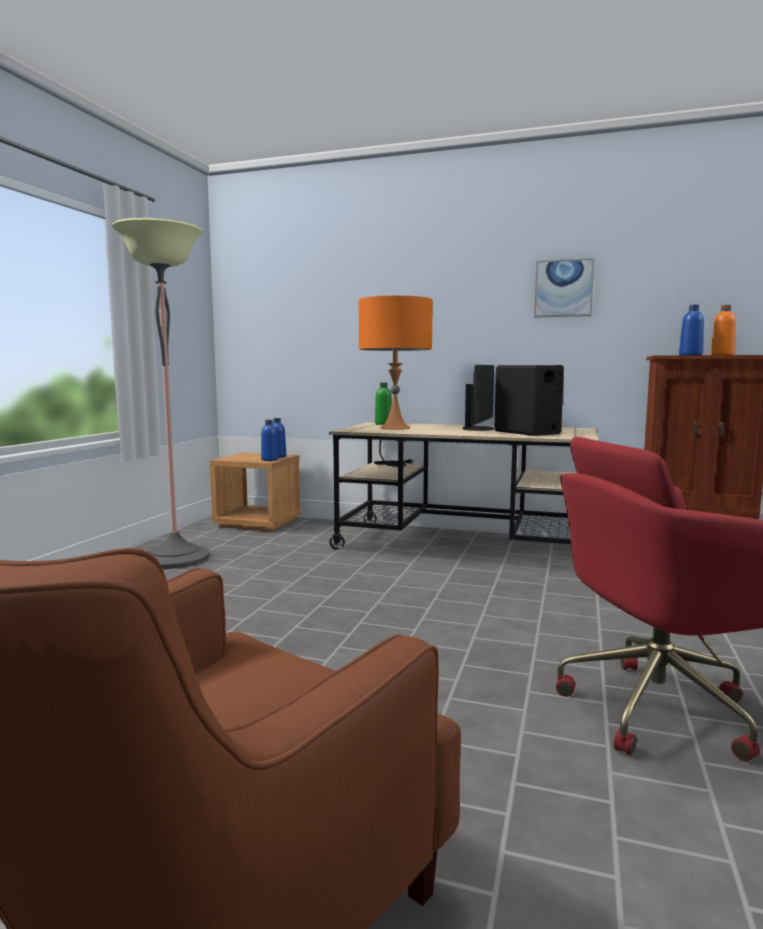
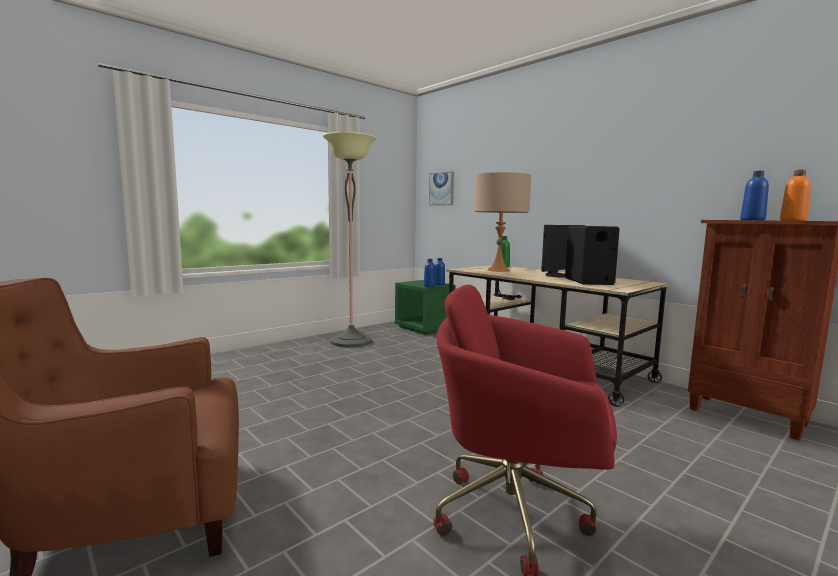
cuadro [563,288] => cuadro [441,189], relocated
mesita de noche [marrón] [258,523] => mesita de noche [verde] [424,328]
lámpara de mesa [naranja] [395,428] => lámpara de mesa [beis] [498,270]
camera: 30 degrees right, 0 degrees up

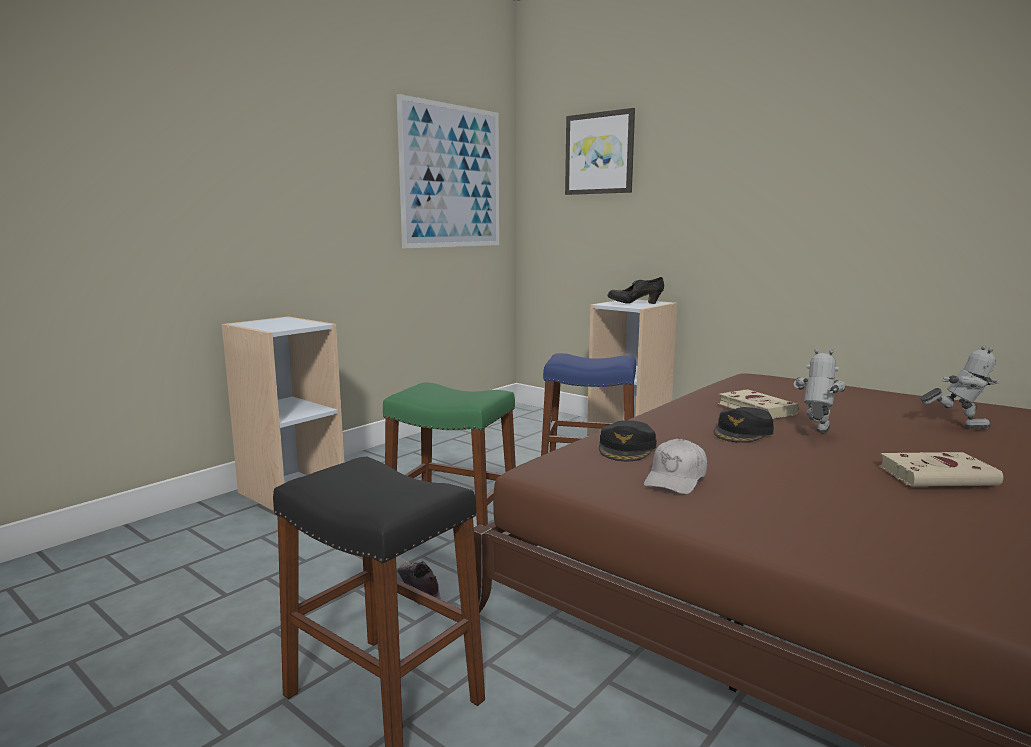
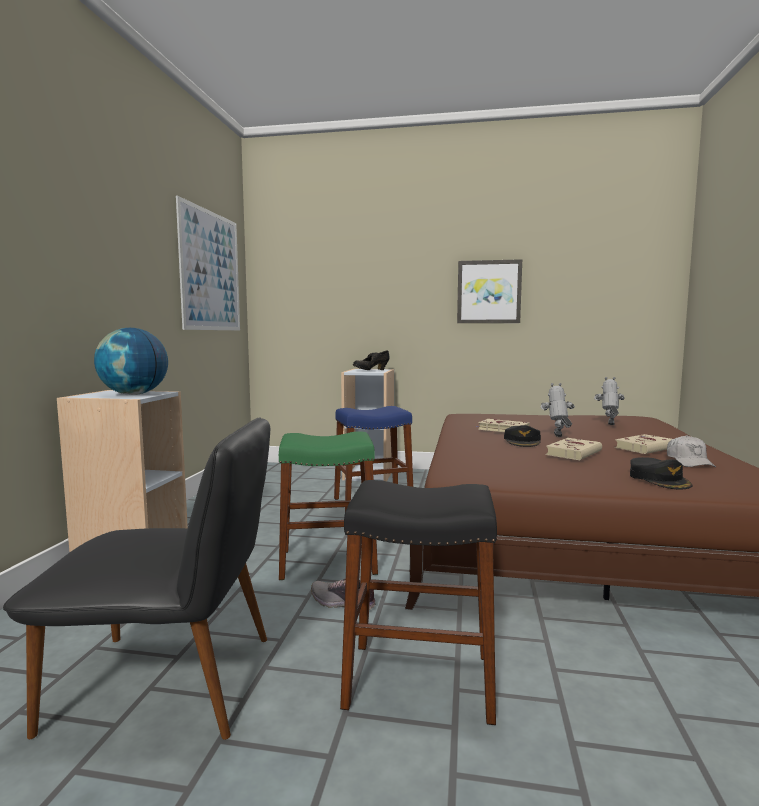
nothing => silla [negro] [164,682]
nothing => globo terráqueo [134,394]
nothing => libro [beis] [574,453]
cuadro [599,153] => cuadro [489,292], relocated
gorra [negro] [627,448] => gorra [negro] [659,480], relocated
gorra [blanco] [676,479] => gorra [blanco] [689,462], relocated
robot de juguete [957,425] => robot de juguete [609,425], 60 degrees counterclockwise
camera: 30 degrees left, 5 degrees down

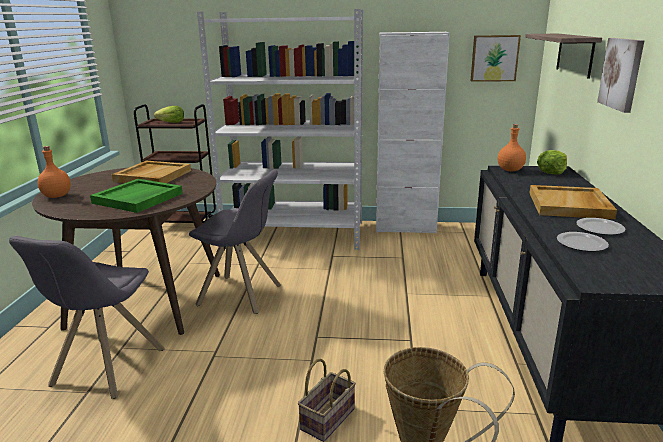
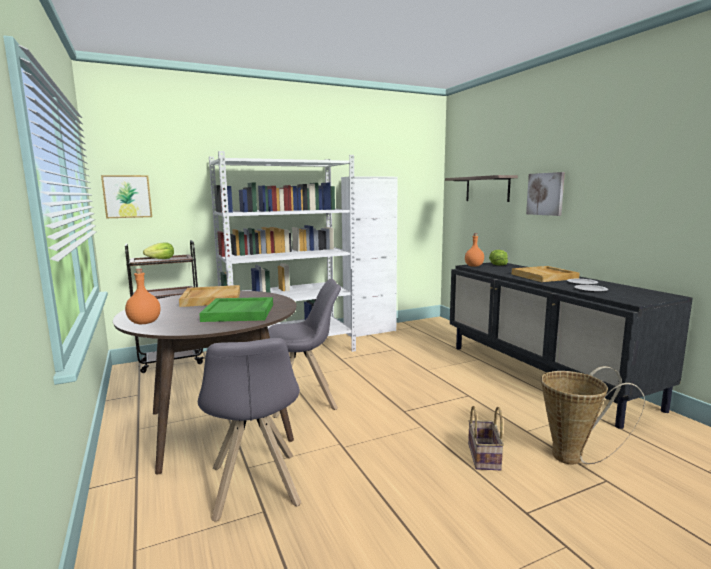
cuadro [494,58] => cuadro [127,196], relocated
camera: 30 degrees left, 10 degrees down

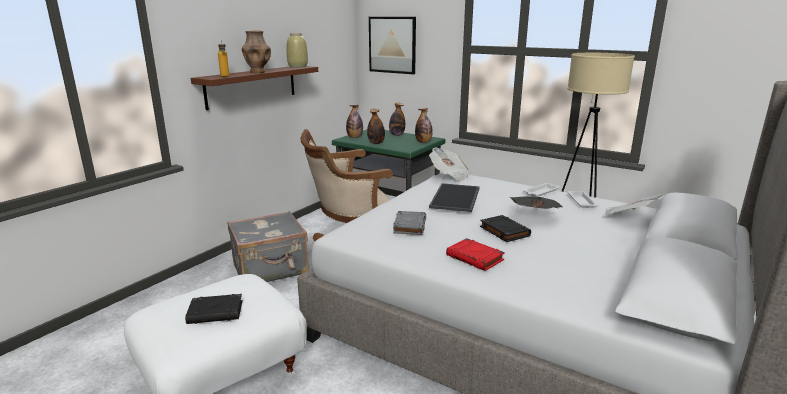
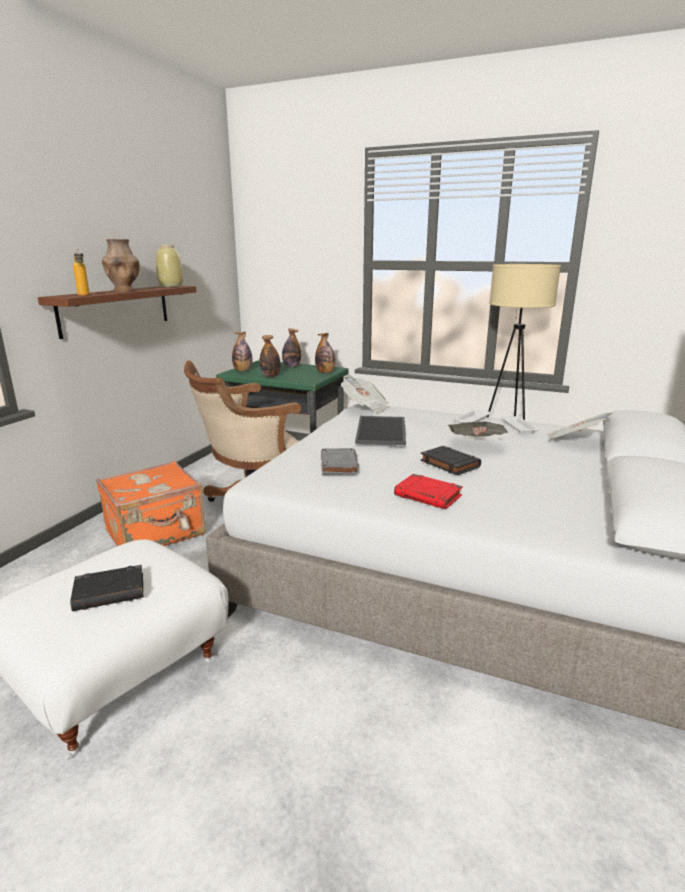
cuadro [392,45] => nothing
maleta [gris] [271,269] => maleta [naranja] [156,533]
camera: 10 degrees left, 0 degrees up

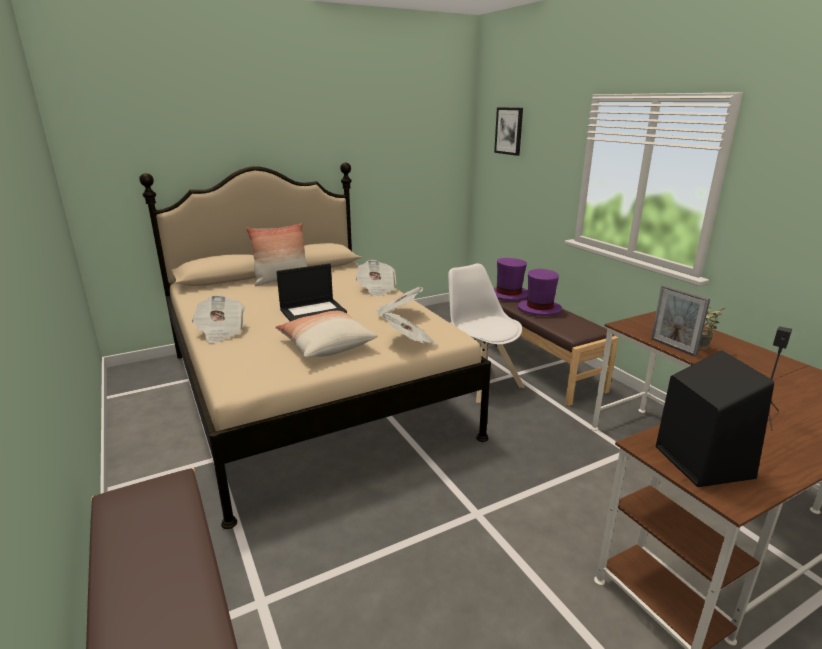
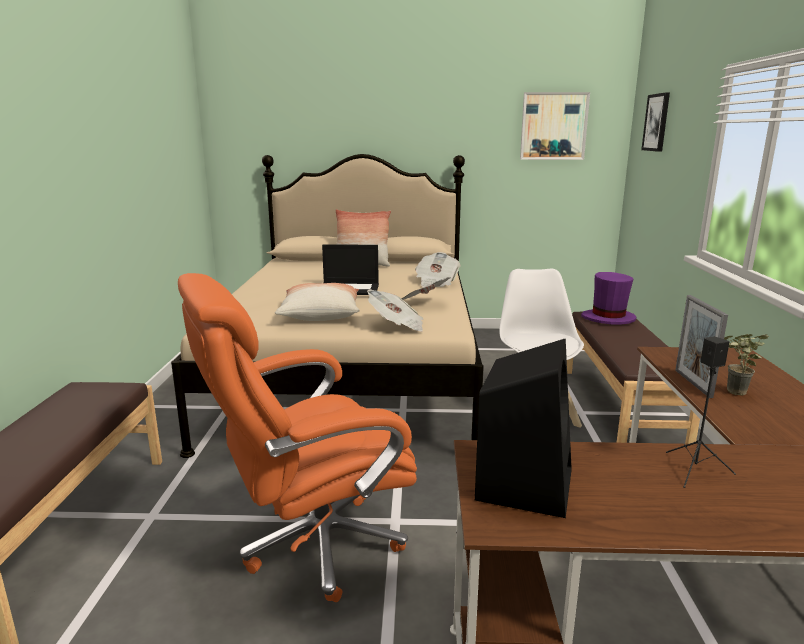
periódico [221,332] => nothing
sombrero [morado] [539,309] => nothing
nothing => silla de oficina [naranja] [313,548]
nothing => cuadro [553,126]
camera: 30 degrees right, 5 degrees down

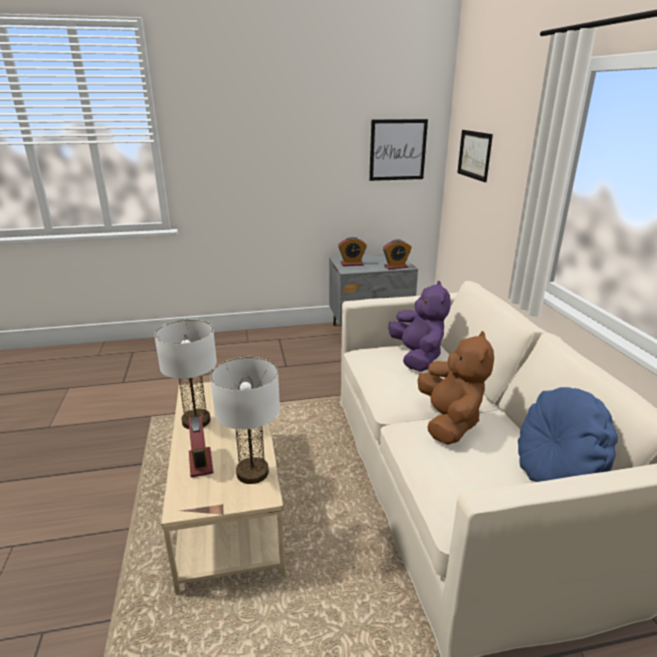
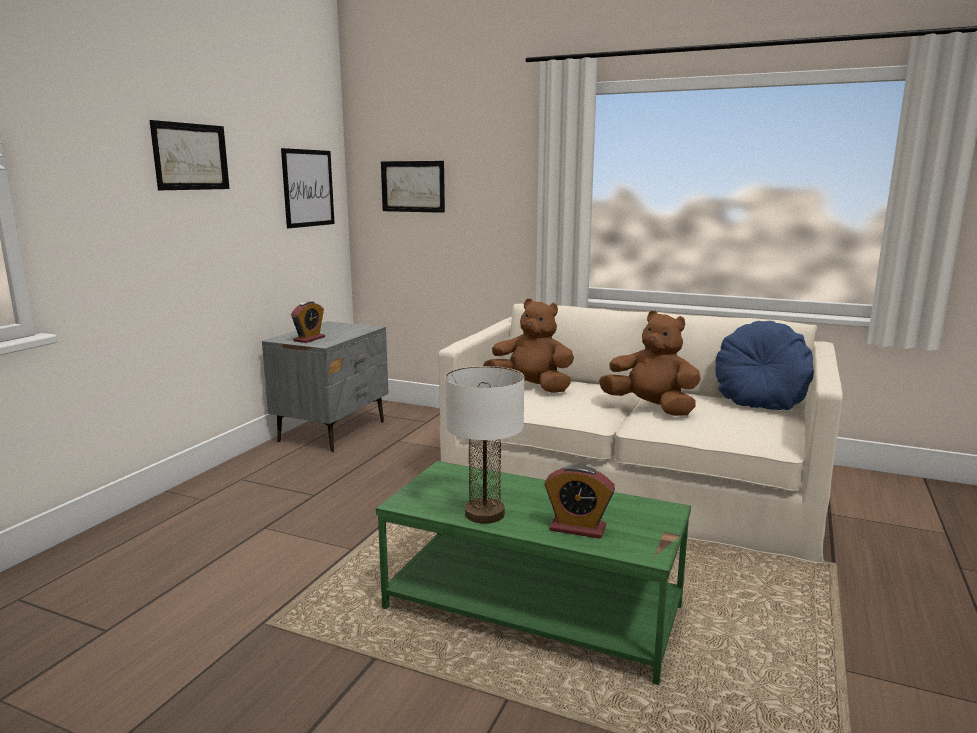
lámpara de mesa [252,472] => nothing
despertador [396,267] => nothing
nothing => cuadro [191,156]
mesa de centro [beis] [230,501] => mesa de centro [verde] [533,607]
peluche [morado] [417,357] => peluche [marrón] [531,387]
camera: 55 degrees left, 10 degrees down

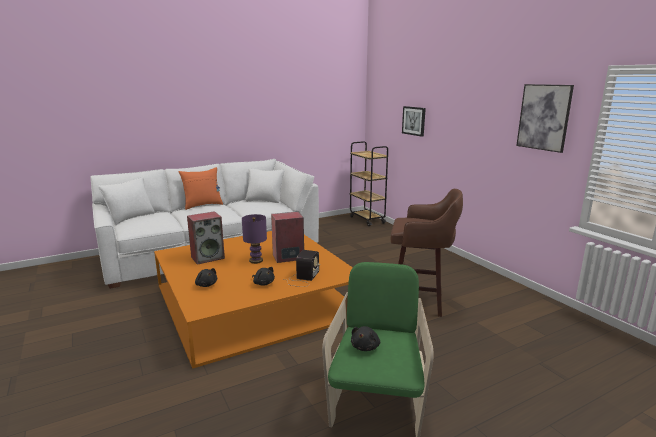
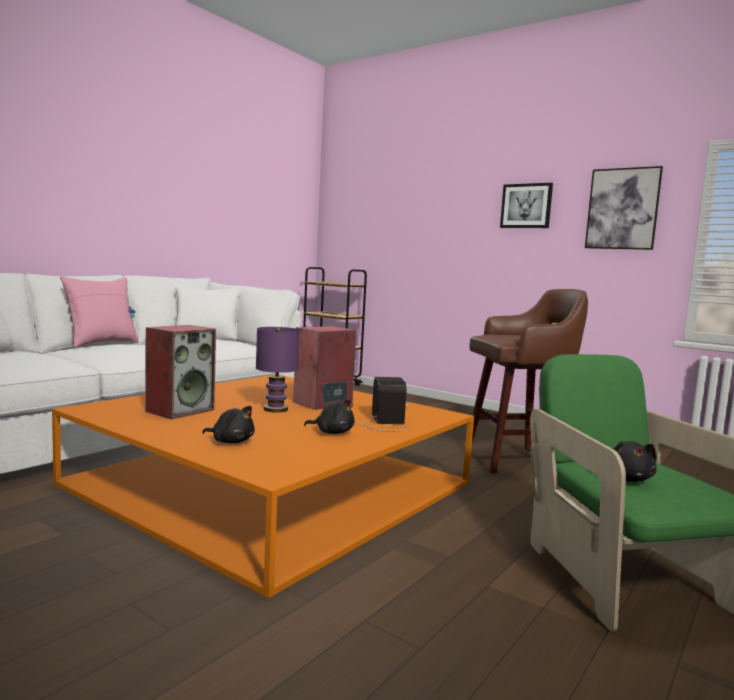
cuadro [414,121] => cuadro [526,206], relocated
cojín [naranja] [203,206] => cojín [rosa] [101,344]
camera: 25 degrees left, 10 degrees down

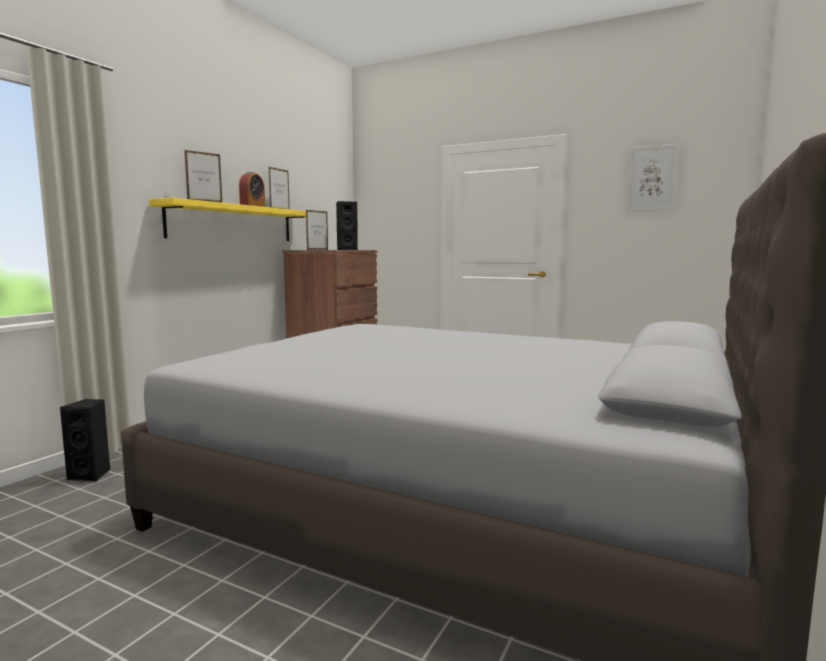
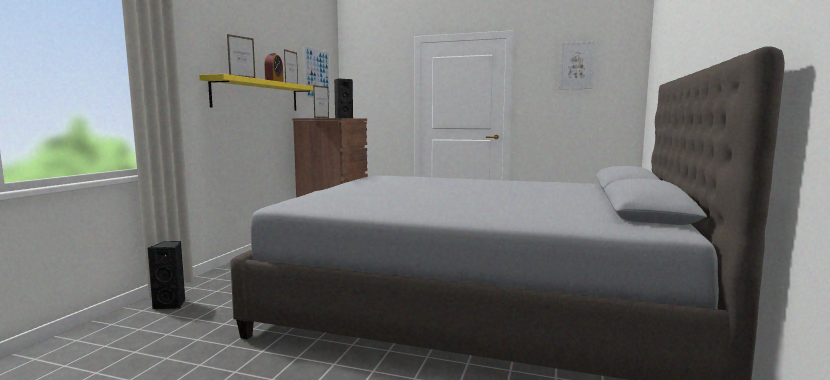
nothing => cuadro [317,74]
camera: 10 degrees left, 0 degrees up

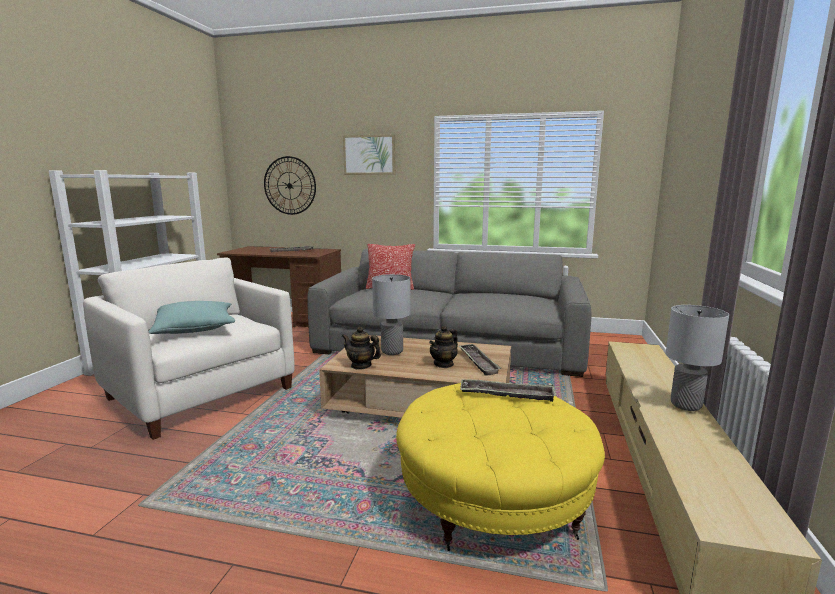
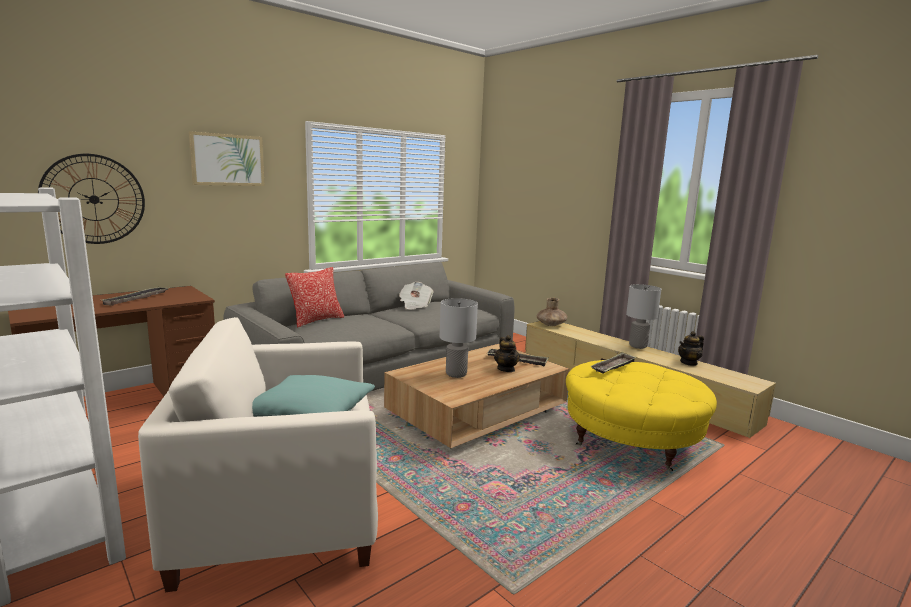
nothing => periódico [415,305]
nothing => florero [marrón] [551,325]
tetera [361,365] => tetera [689,363], relocated
camera: 55 degrees left, 0 degrees up

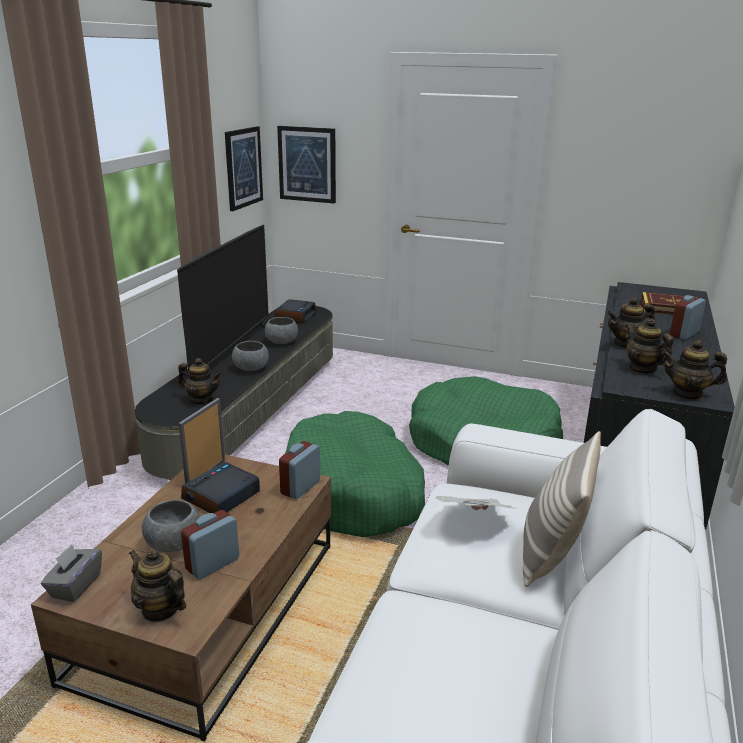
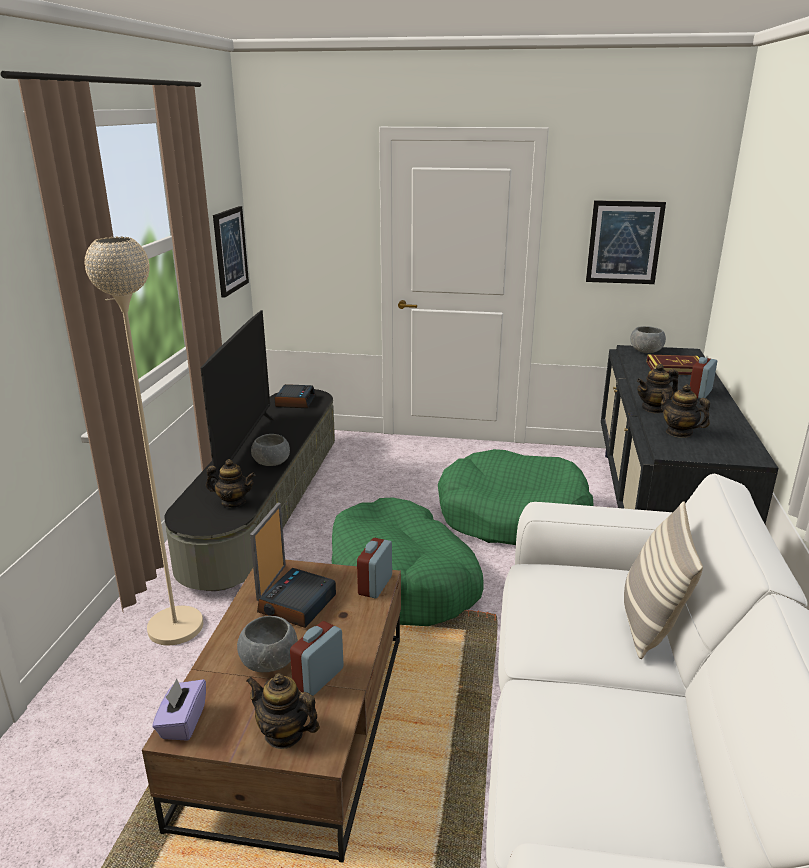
periódico [475,520] => nothing
tetera [687,394] => nothing
nothing => lámpara de pie [beis] [175,628]
cuenco [gris] [282,342] => cuenco [gris] [646,351], relocated
cuadro [307,164] => cuadro [624,242], relocated
caja de pañuelos [gris] [75,586] => caja de pañuelos [morado] [182,722]
camera: 10 degrees left, 0 degrees up

